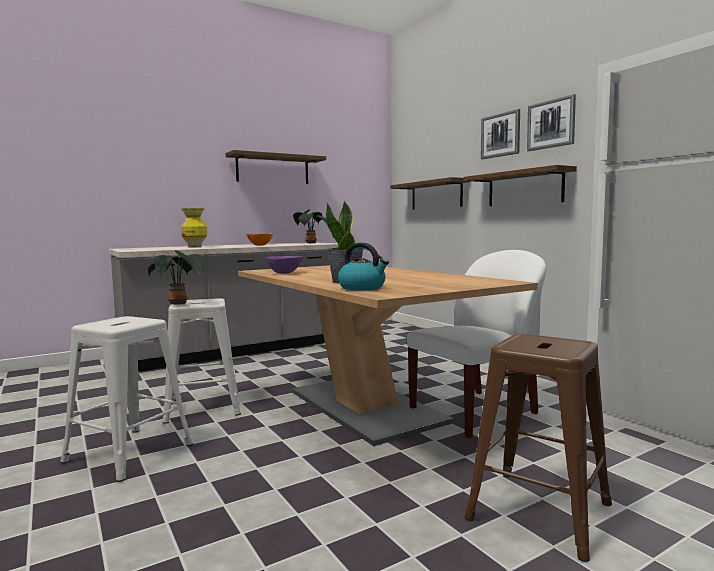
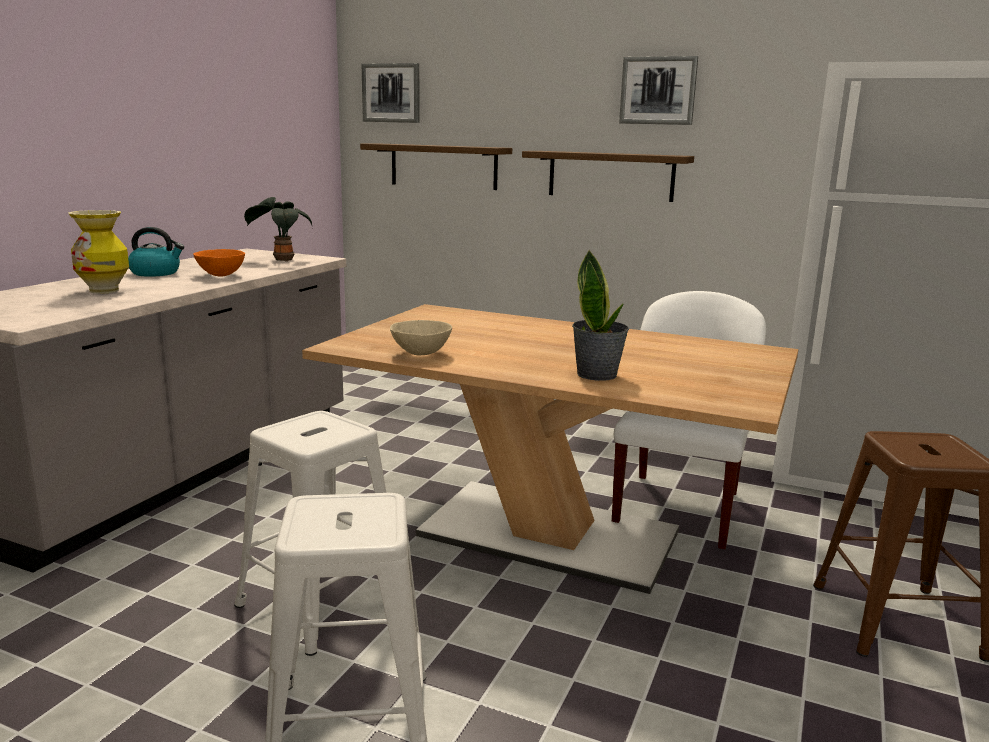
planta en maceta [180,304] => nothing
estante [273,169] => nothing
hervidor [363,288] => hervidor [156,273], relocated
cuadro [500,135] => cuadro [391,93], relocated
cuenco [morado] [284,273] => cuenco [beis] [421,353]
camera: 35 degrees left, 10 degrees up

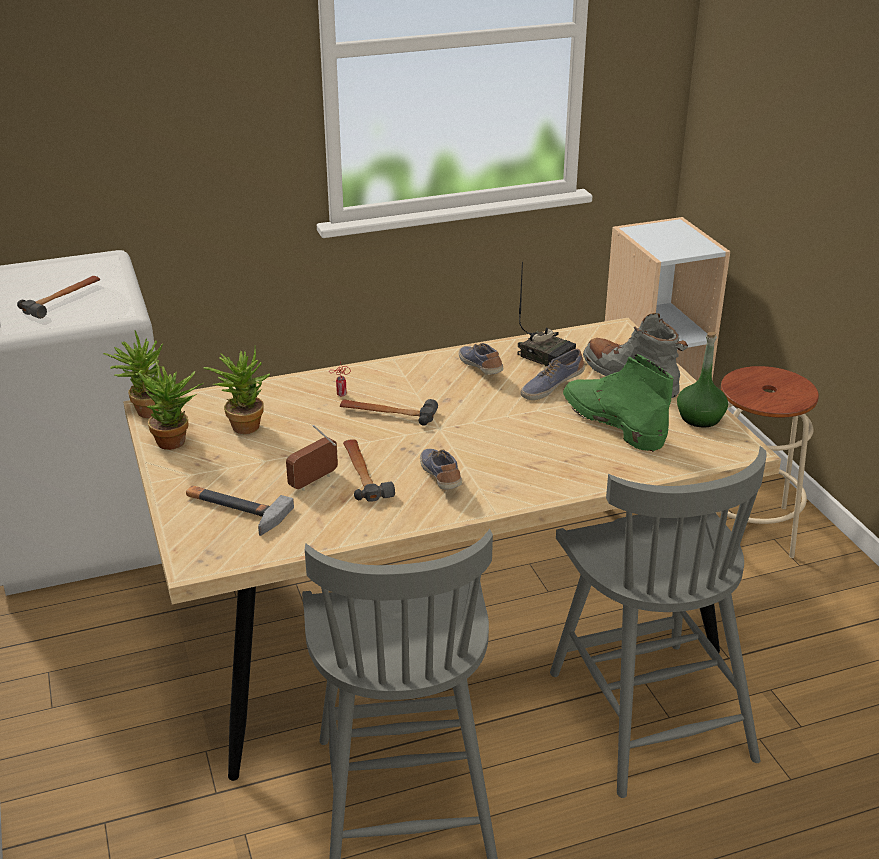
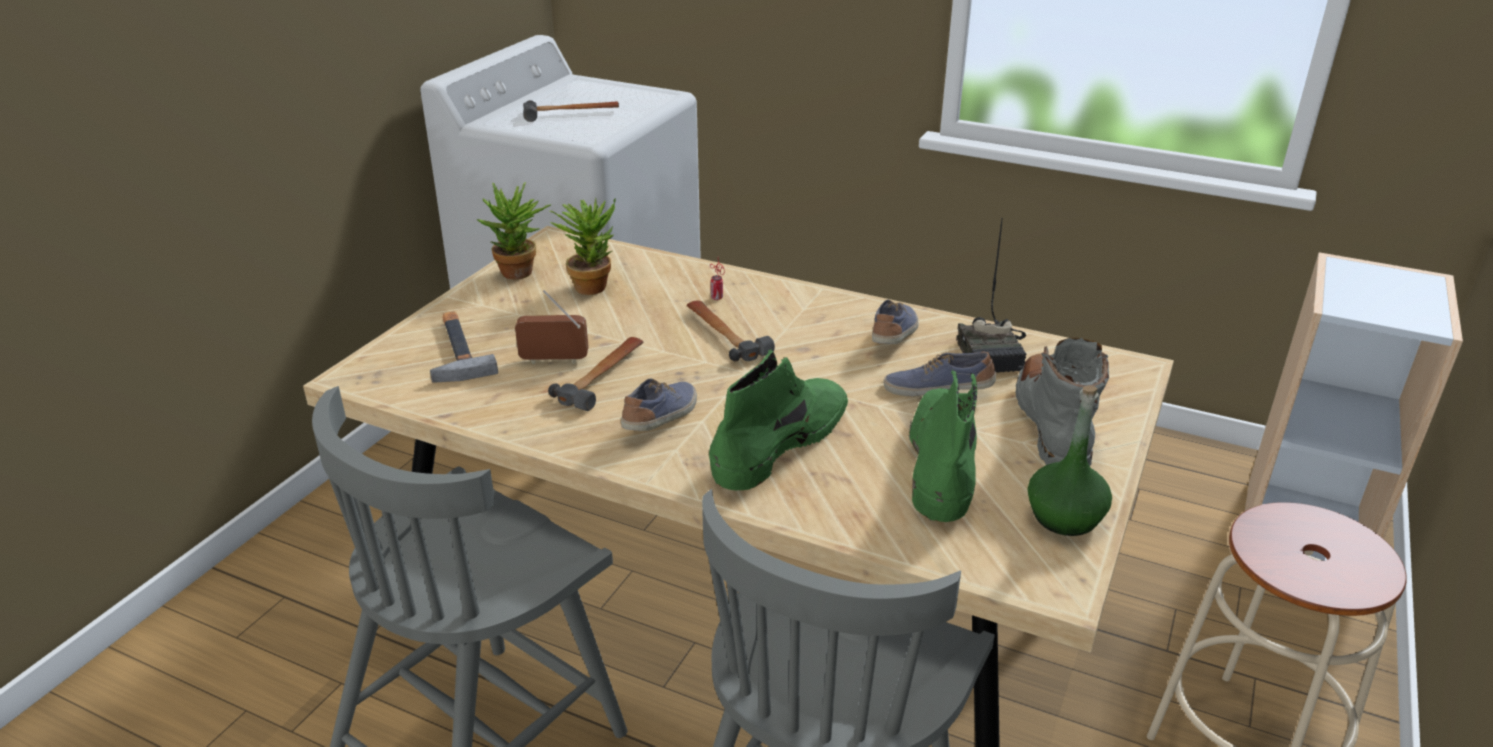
planta en maceta [144,411] => nothing
nothing => bota [verde] [782,442]
camera: 45 degrees right, 0 degrees up

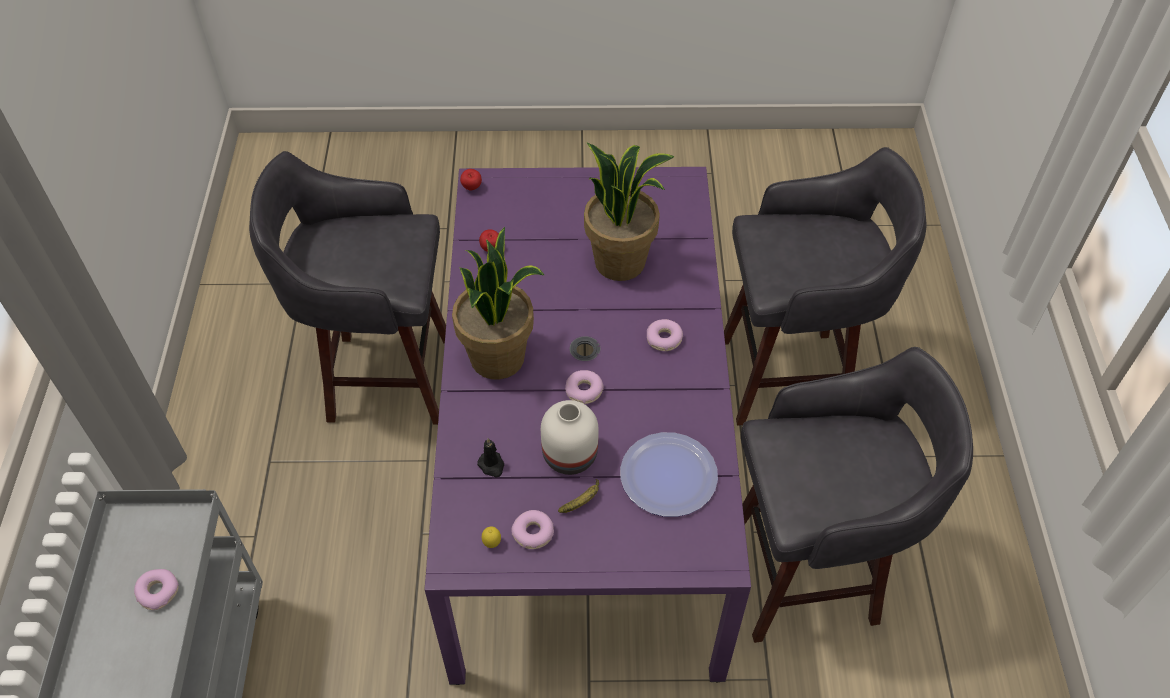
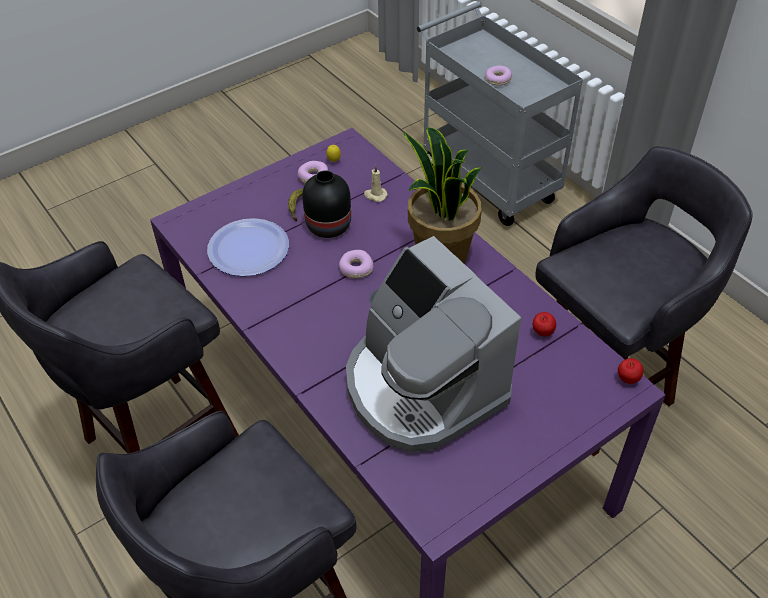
rosquilla [664,339] => nothing
planta en maceta [620,261] => cafetera [422,387]
vela [negro] [492,465] => vela [beis] [375,195]
florero [blanco] [570,454] => florero [negro] [329,227]
camera: 145 degrees right, 5 degrees down

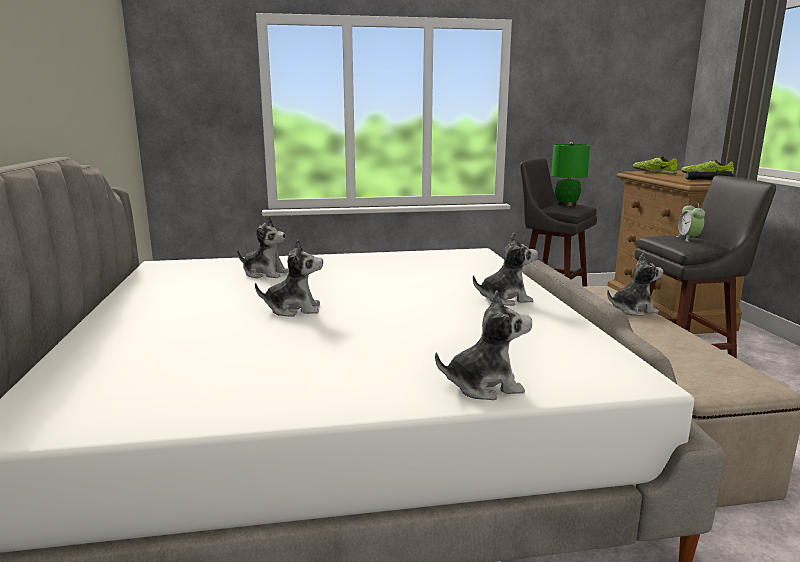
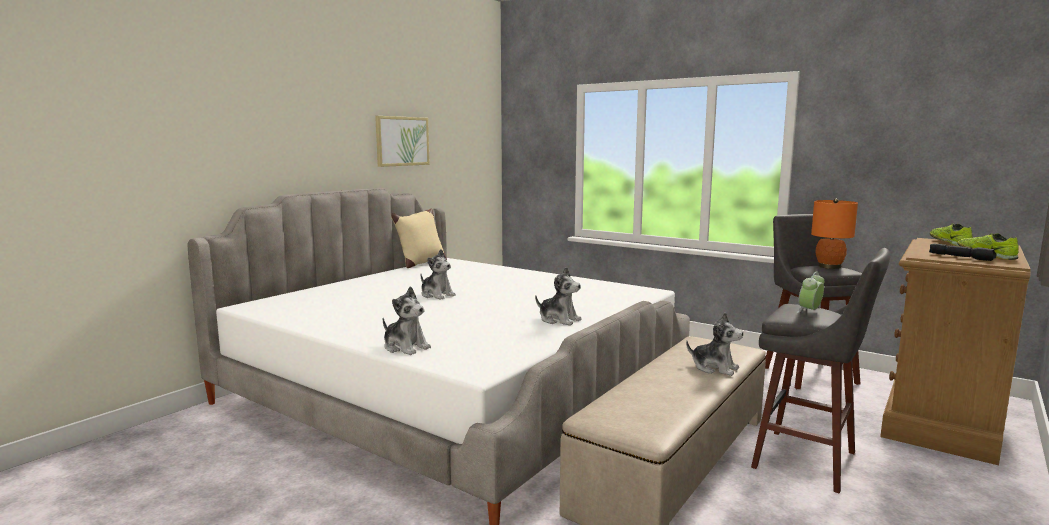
peluche [265,273] => nothing
nothing => cuadro [402,141]
nothing => cojín [beis] [420,263]
lámpara de mesa [verde] [567,204] => lámpara de mesa [naranja] [829,266]
camera: 45 degrees right, 5 degrees down

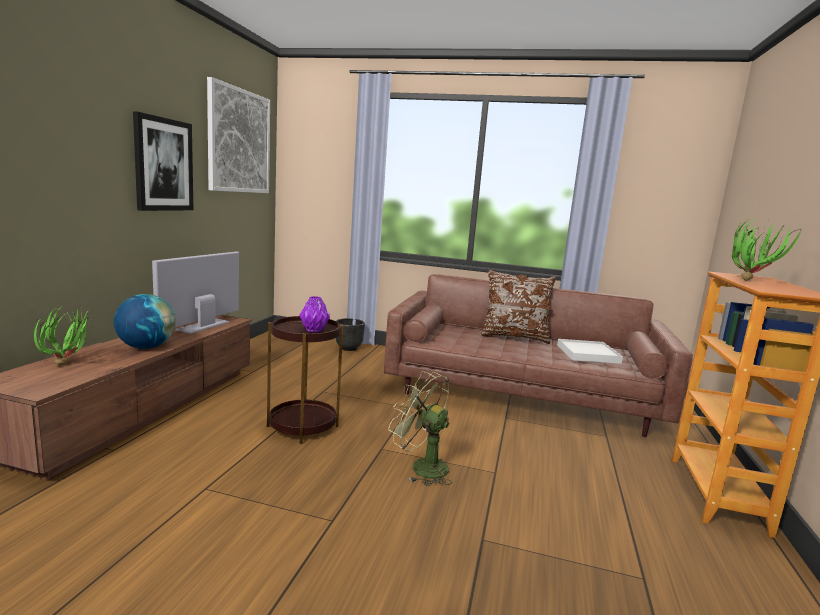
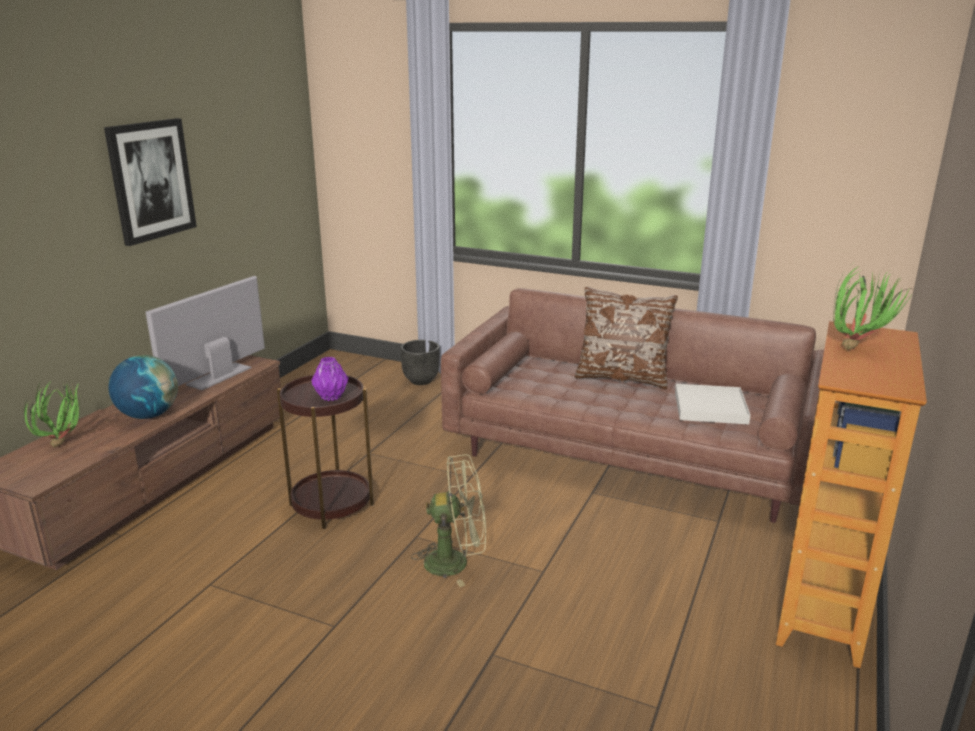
cuadro [239,141] => nothing
ventilador [verde] [421,467] => ventilador [verde] [456,562], 135 degrees clockwise
camera: 10 degrees right, 10 degrees up

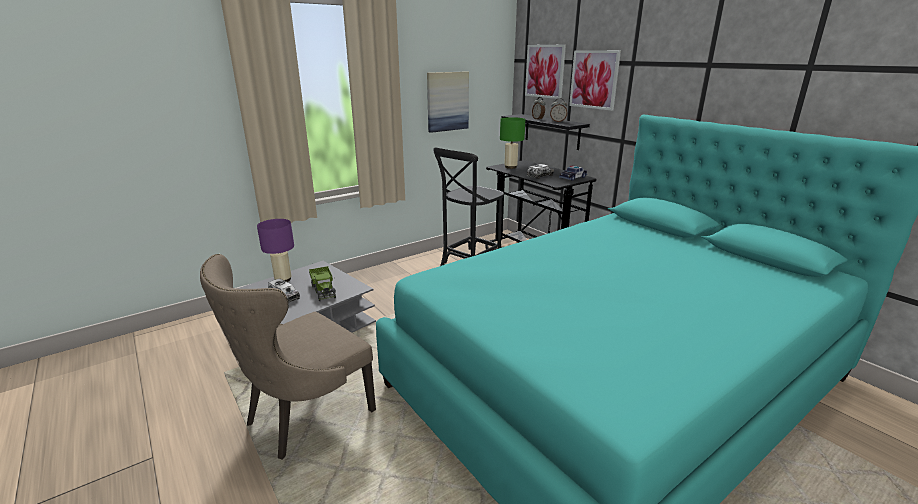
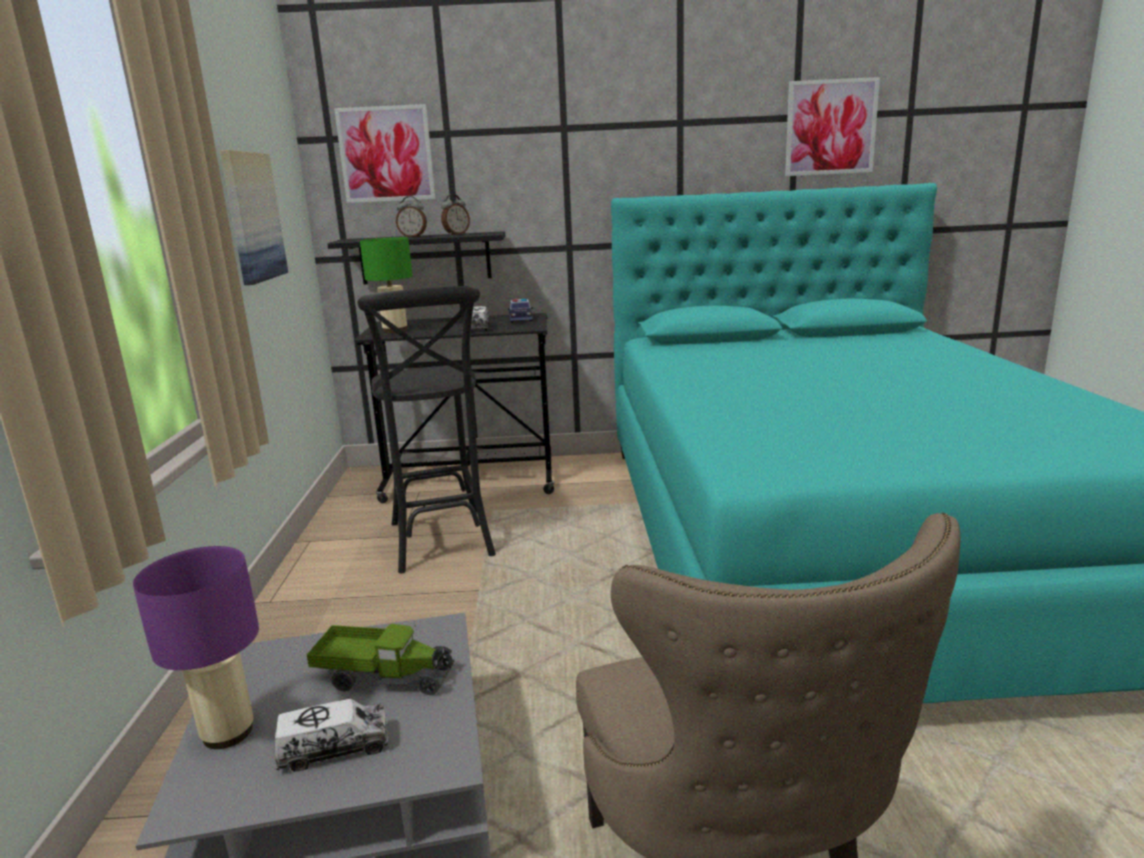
cuadro [594,79] => cuadro [830,127], relocated
camera: 55 degrees left, 5 degrees down

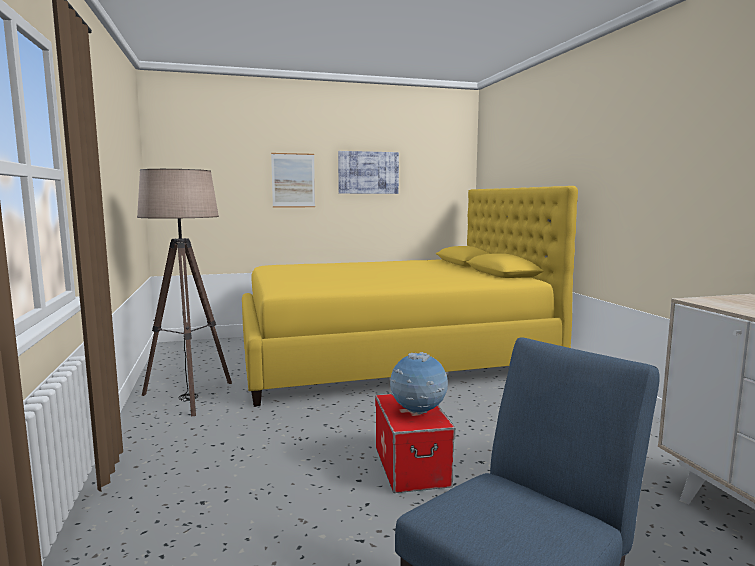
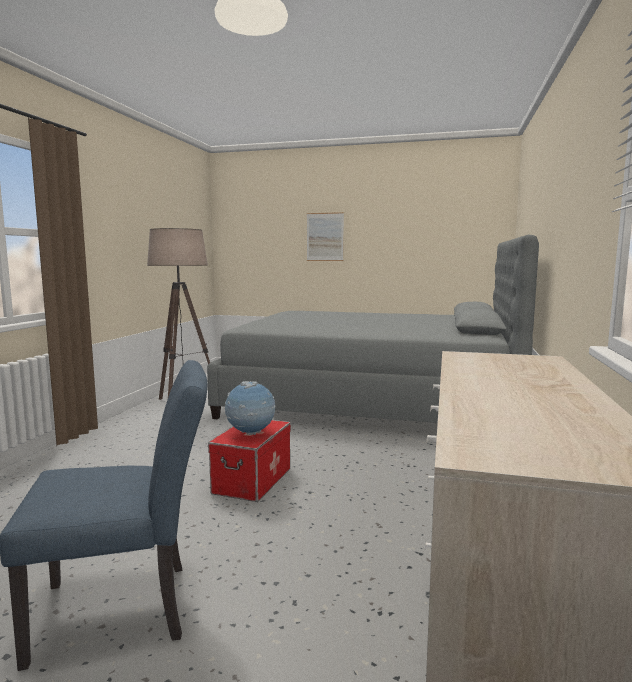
cuadro [368,172] => nothing
cama [amarillo] [390,356] => cama [gris] [371,402]
camera: 30 degrees right, 0 degrees up

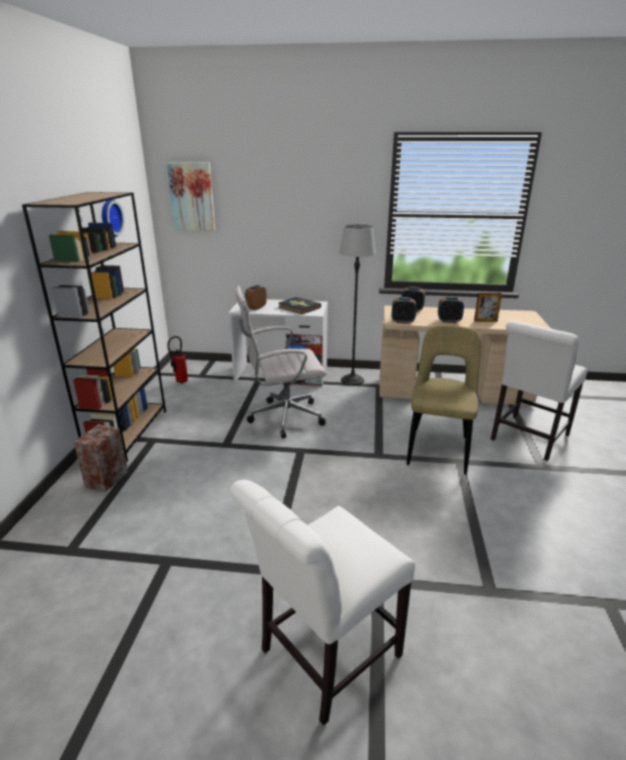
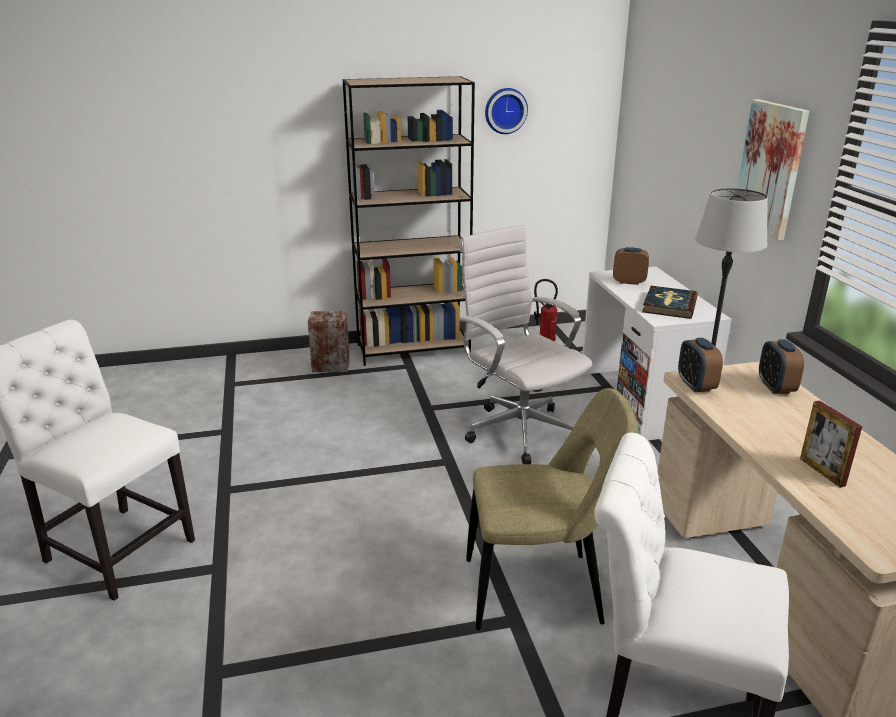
despertador [449,321] => nothing
cuadro [192,197] => cuadro [771,168], relocated
camera: 70 degrees right, 0 degrees up

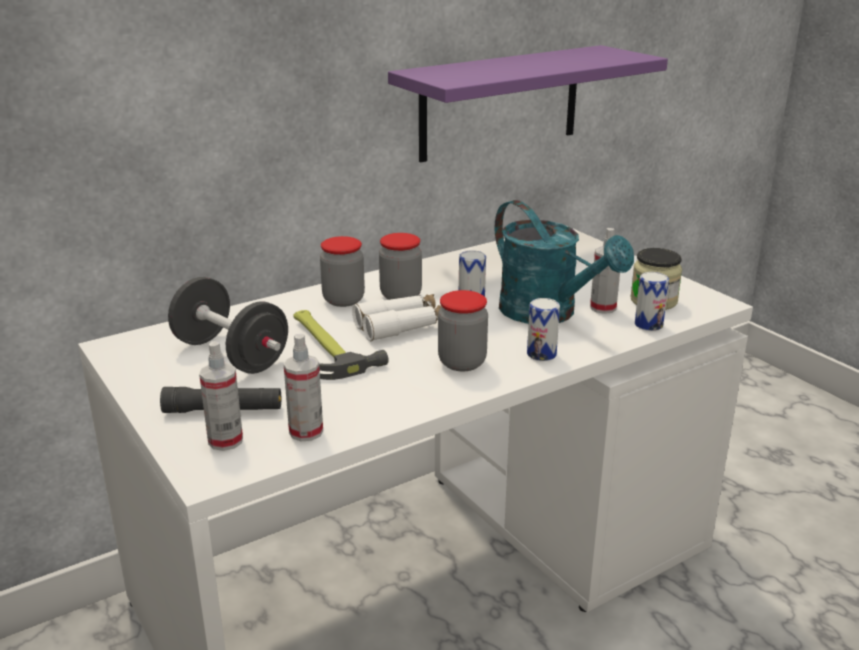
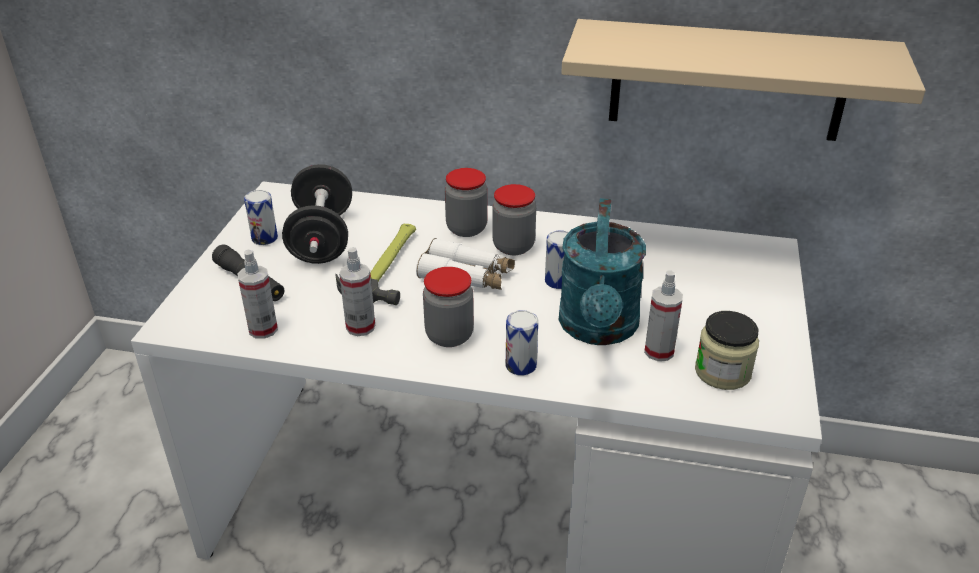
pulverizador [225,441] => pulverizador [360,327], relocated
lata [648,325] => lata [264,238], relocated
estante [morado] [500,103] => estante [beis] [727,81]
camera: 45 degrees right, 10 degrees up

